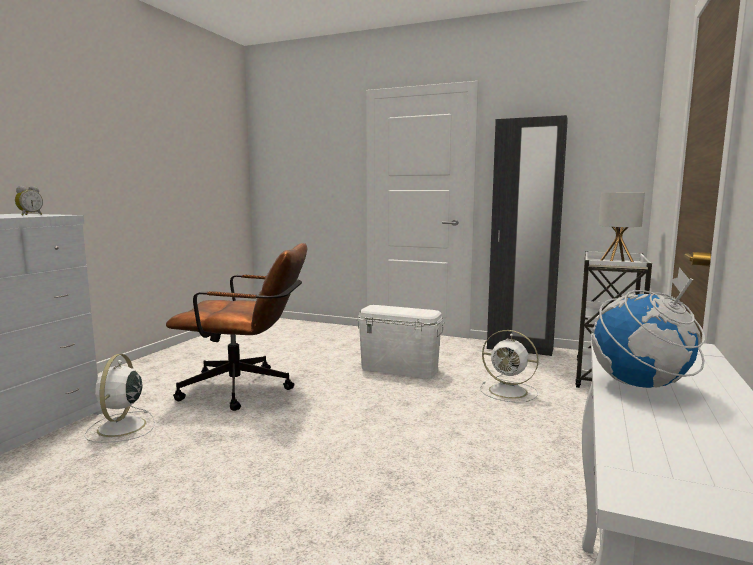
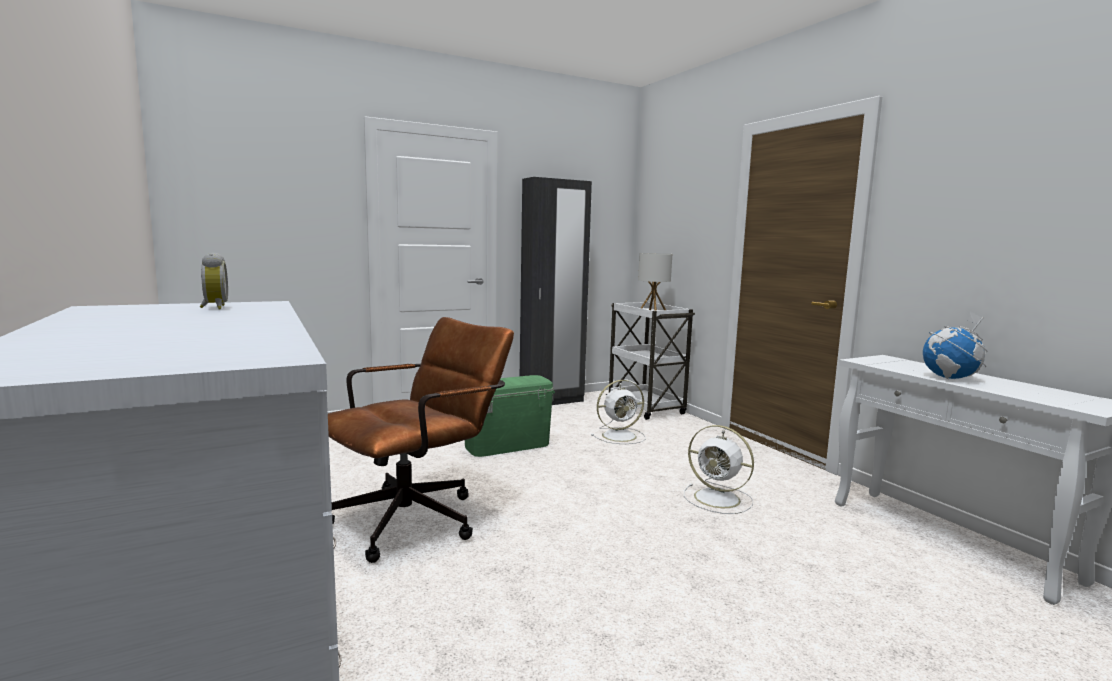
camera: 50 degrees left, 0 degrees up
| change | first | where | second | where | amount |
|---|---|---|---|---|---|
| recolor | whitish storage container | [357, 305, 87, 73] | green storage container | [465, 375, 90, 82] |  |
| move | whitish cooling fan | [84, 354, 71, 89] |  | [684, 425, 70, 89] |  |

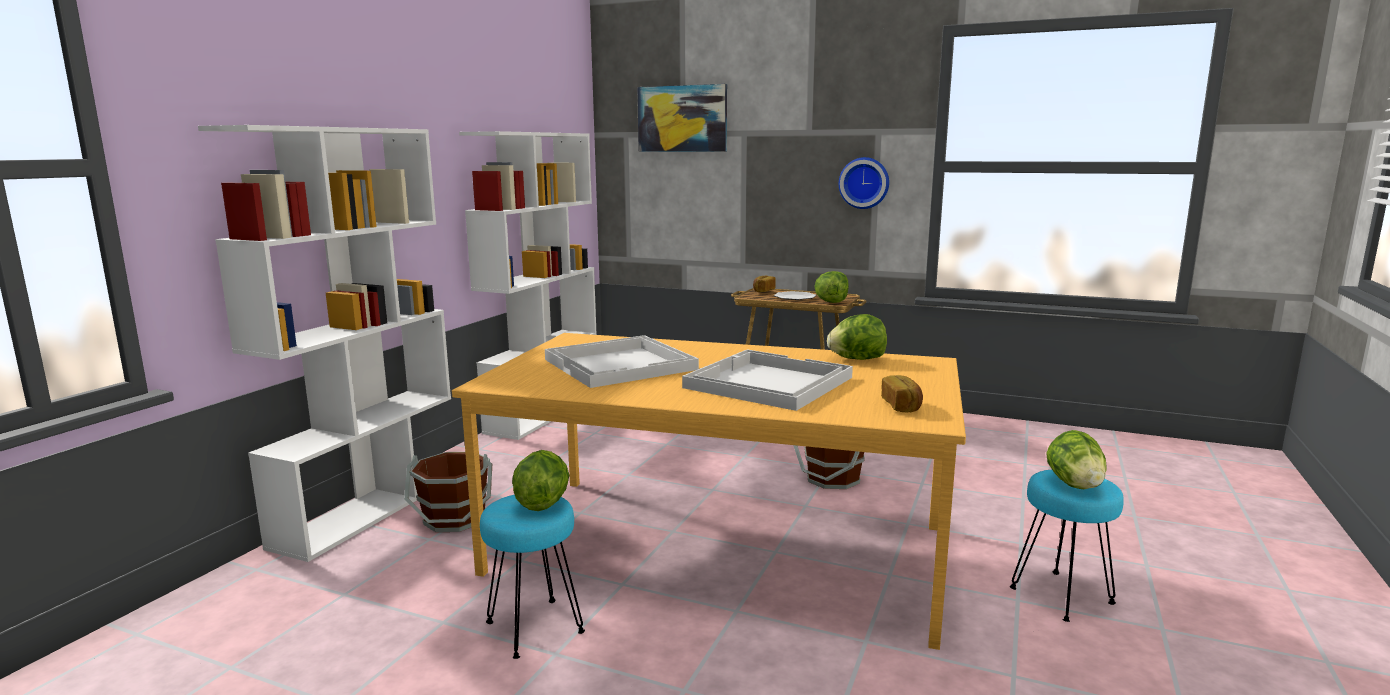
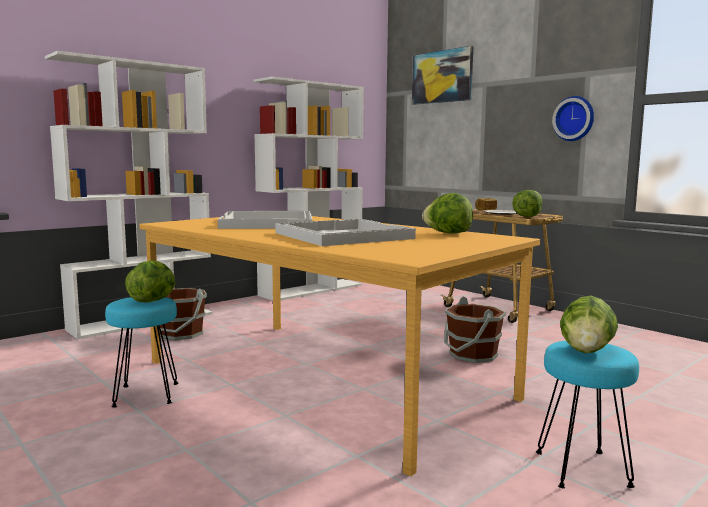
camera: 25 degrees right, 5 degrees down
| change | first | where | second | where | amount |
|---|---|---|---|---|---|
| delete | bread | [881, 375, 42, 37] |  |  |  |

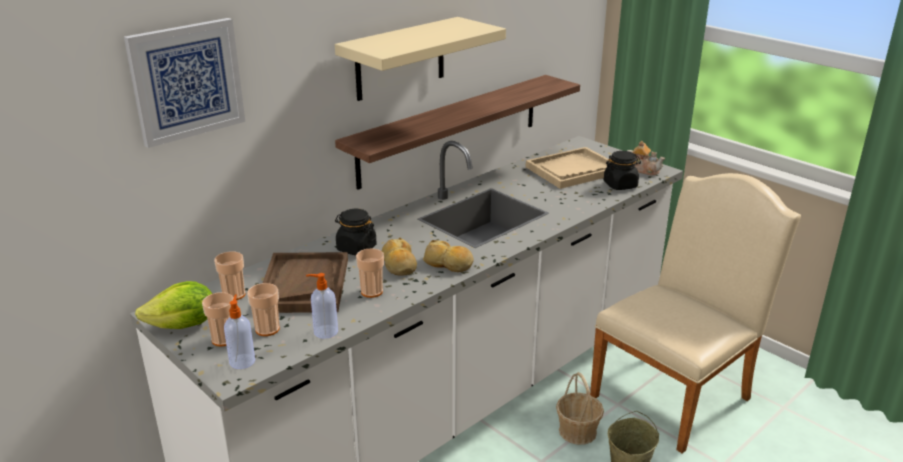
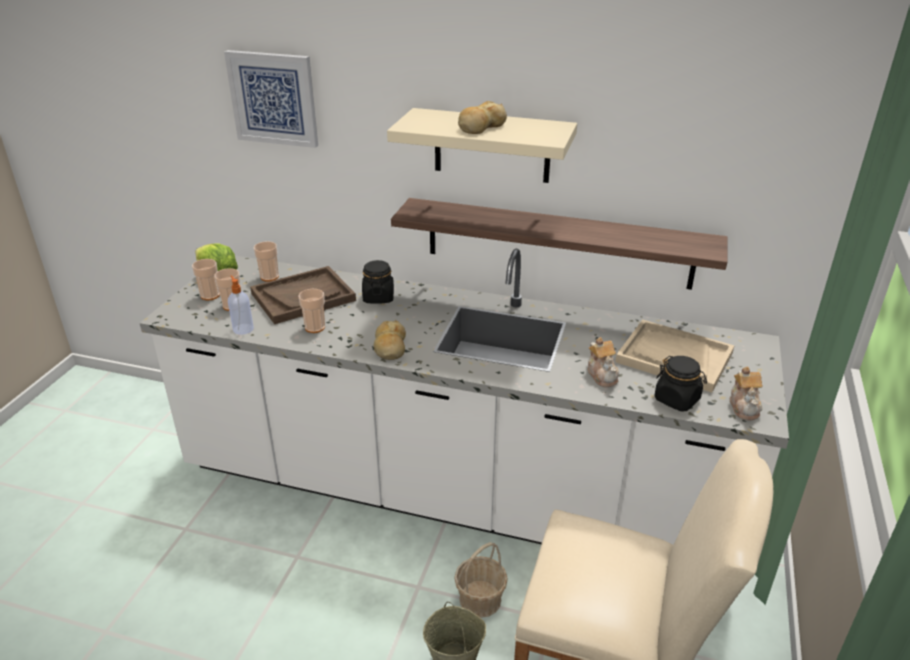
camera: 60 degrees right, 5 degrees up
| change | first | where | second | where | amount |
|---|---|---|---|---|---|
| move | bread | [382, 237, 35, 39] |  | [458, 100, 49, 34] |  |
| insert |  |  | pot for tea | [587, 337, 33, 50] |  |
| delete | soap dispenser | [224, 294, 31, 75] |  |  |  |

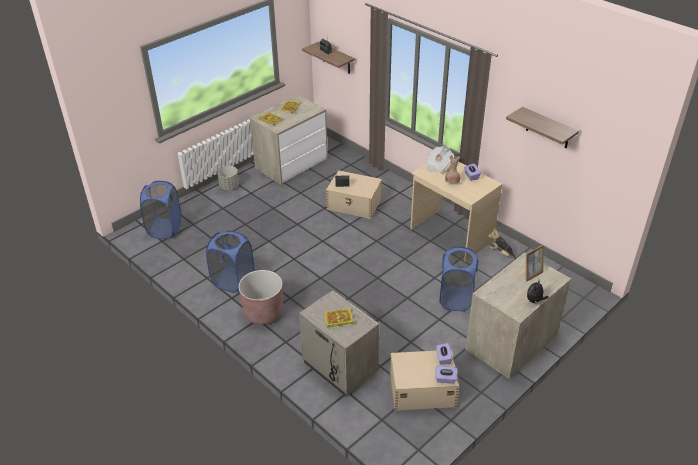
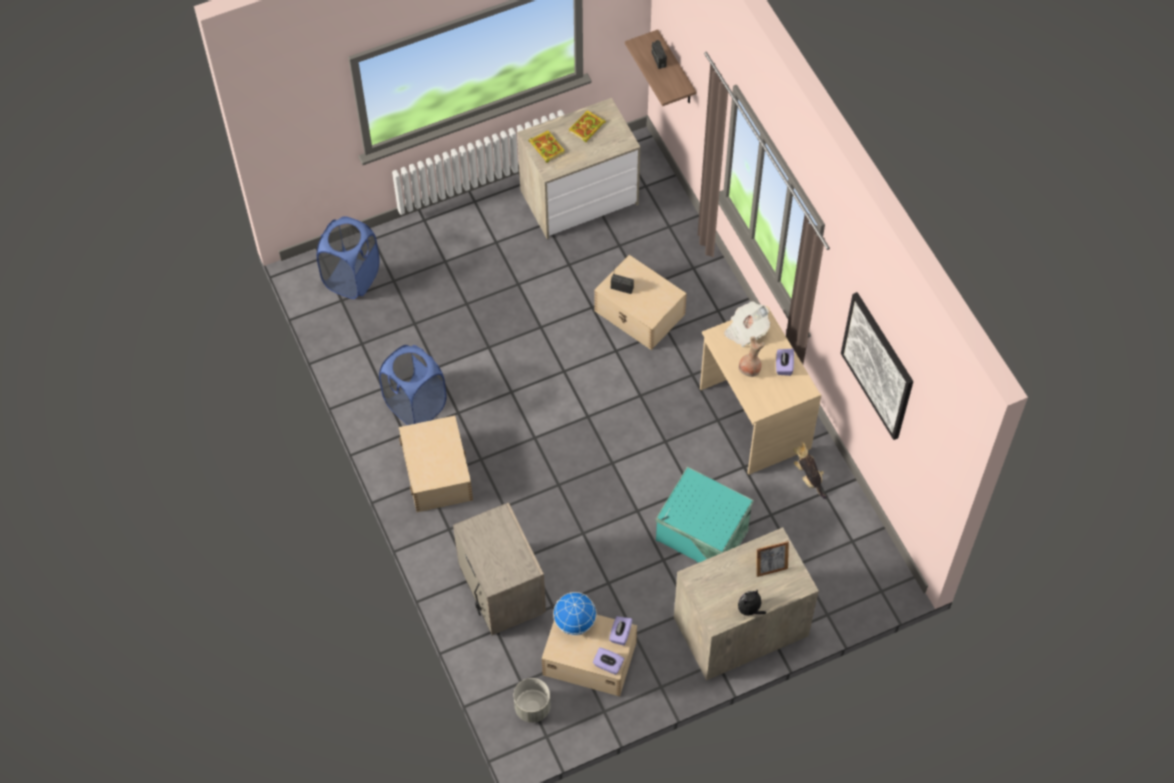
camera: 20 degrees right, 20 degrees up
| change | first | where | second | where | amount |
|---|---|---|---|---|---|
| replace | brownish flower pot | [238, 270, 45, 54] | beige-coloured storage container | [399, 416, 74, 96] |  |
| move | gray flower pot | [217, 166, 22, 24] |  | [514, 678, 37, 45] |  |
| insert |  |  | desk globe | [553, 592, 44, 44] |  |
| replace | bluish laundry basket | [439, 246, 39, 65] | blue-green storage container | [656, 467, 98, 95] |  |
| replace | bracket shelf | [506, 107, 73, 41] | wall art | [841, 292, 72, 148] |  |
| delete | bound book | [324, 308, 30, 19] |  |  |  |

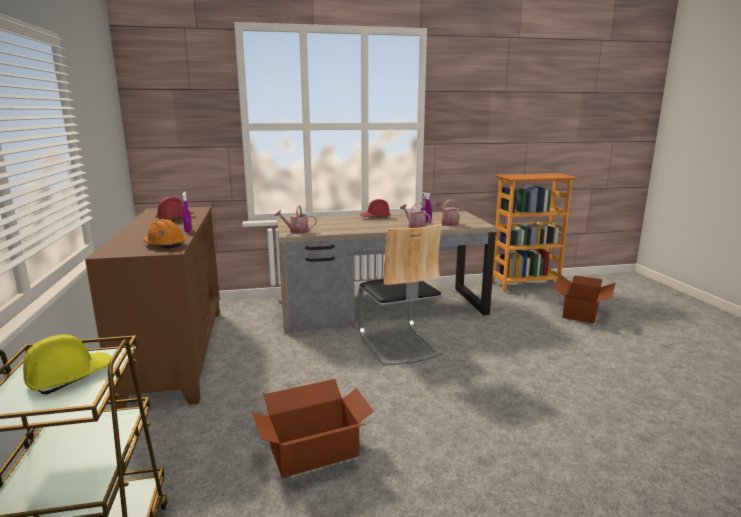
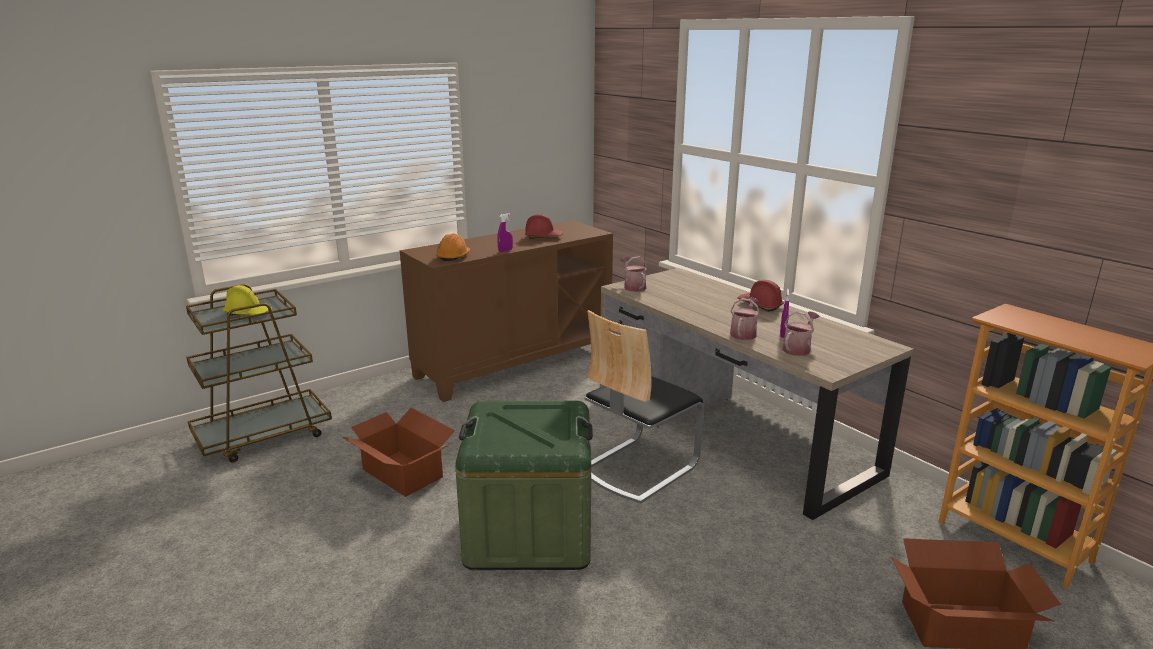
camera: 65 degrees right, 5 degrees up
| change | first | where | second | where | amount |
|---|---|---|---|---|---|
| insert |  |  | green storage container | [455, 401, 138, 169] |  |

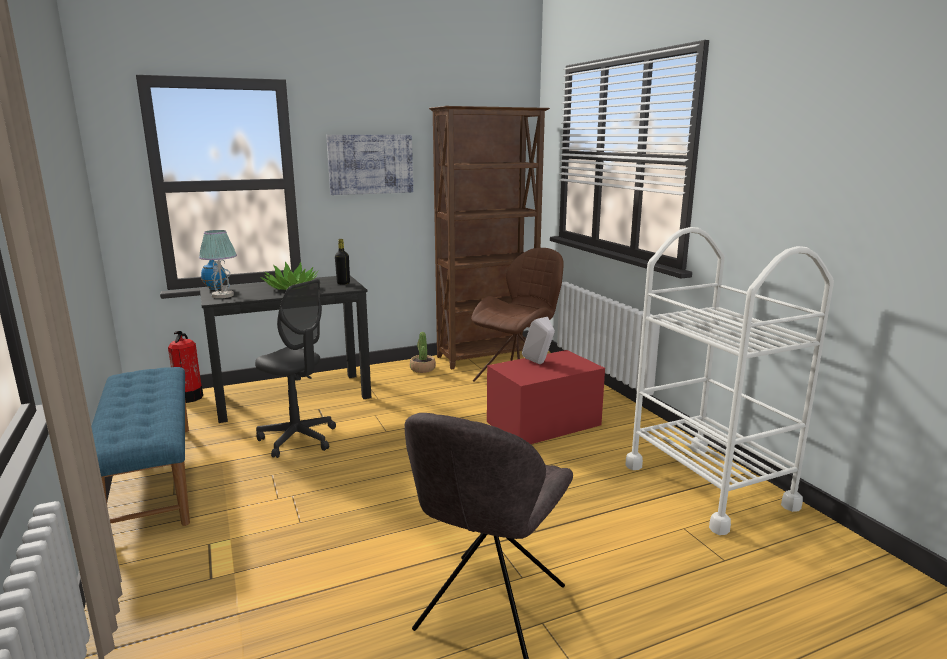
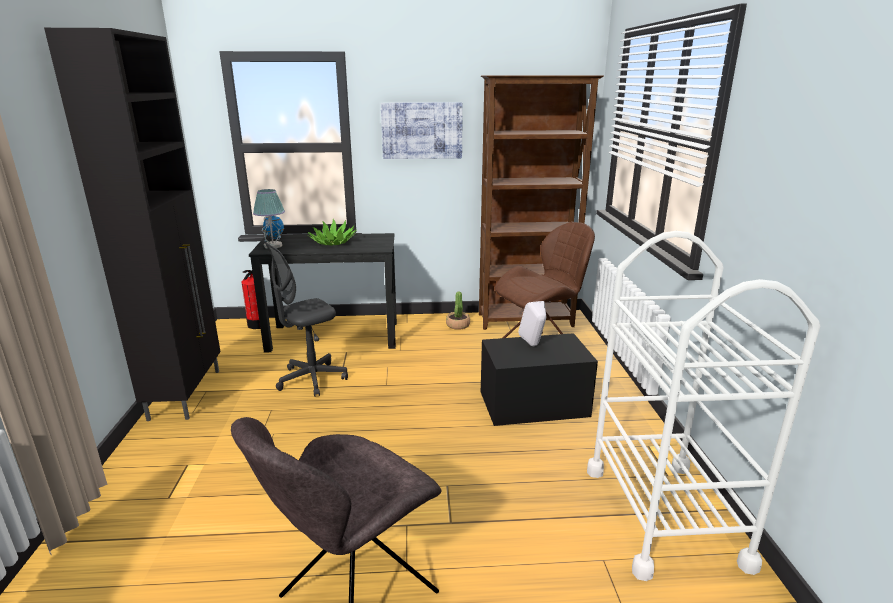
camera: 20 degrees right, 5 degrees up
| change | first | where | second | where | amount |
|---|---|---|---|---|---|
| replace | bluish indoor bench | [91, 367, 99, 159] | blackish cabinet | [44, 28, 177, 393] |  |
| rotate | gray computer chair | [255, 279, 81, 179] |  | [265, 242, 83, 155] | 90 degrees clockwise |
| recolor | red storage container | [487, 350, 118, 94] | blackish storage container | [481, 333, 117, 93] |  |
| delete | blackish bottle | [335, 239, 15, 45] |  |  |  |

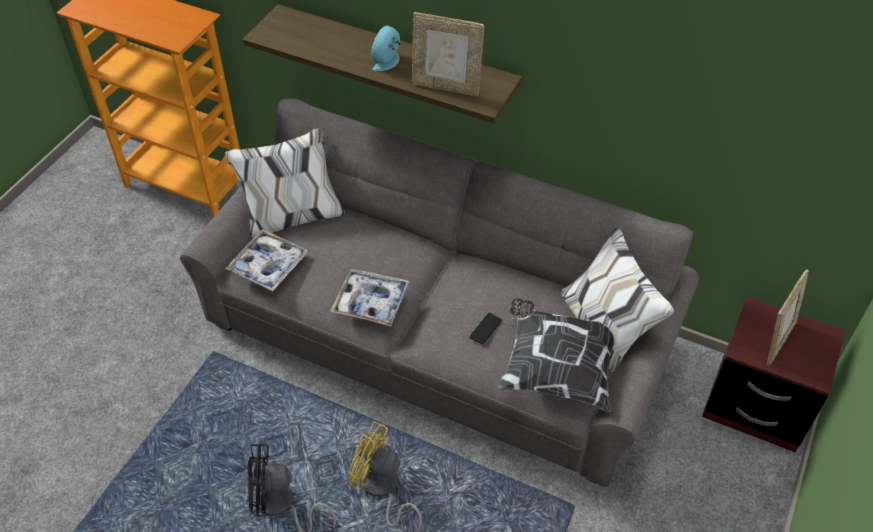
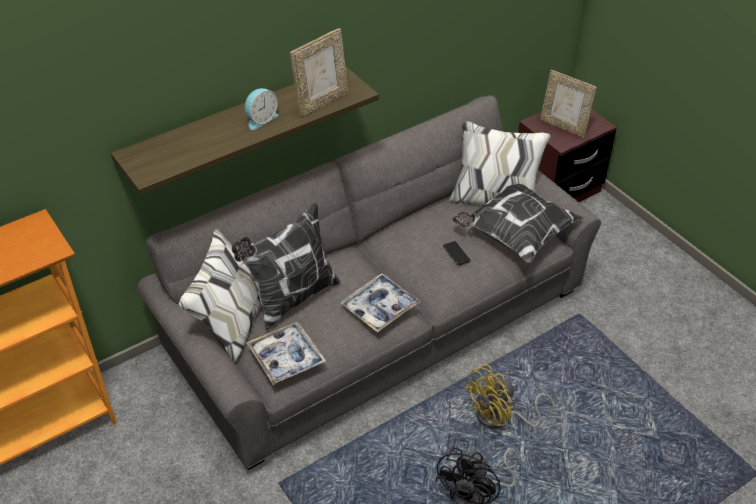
camera: 60 degrees left, 5 degrees down
| change | first | where | second | where | amount |
|---|---|---|---|---|---|
| insert |  |  | throw pillow | [232, 202, 108, 128] |  |
| rotate | table clock | [371, 25, 29, 46] |  | [245, 88, 33, 42] | 105 degrees counterclockwise |
| rotate | picture frame | [767, 270, 42, 95] |  | [540, 70, 57, 68] | 150 degrees clockwise |

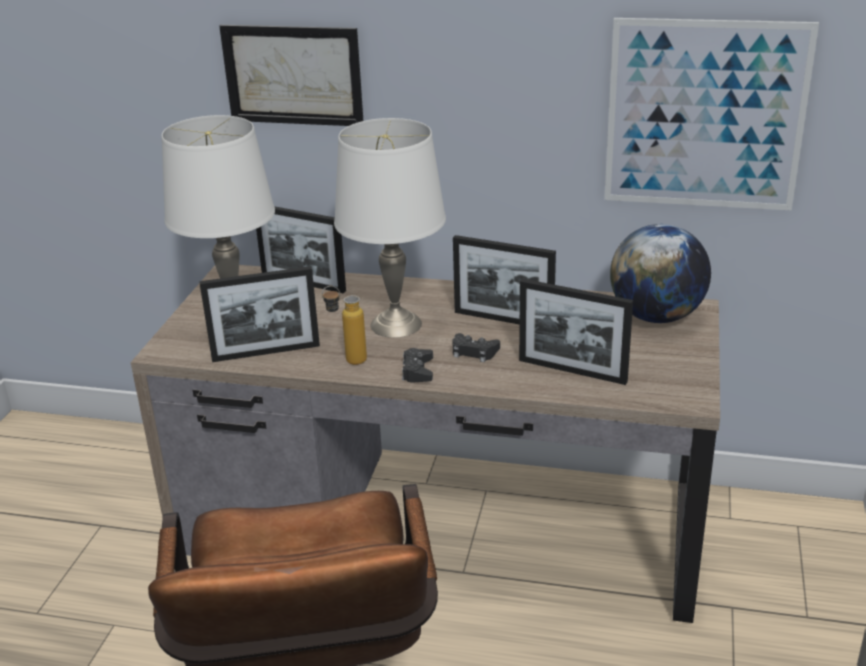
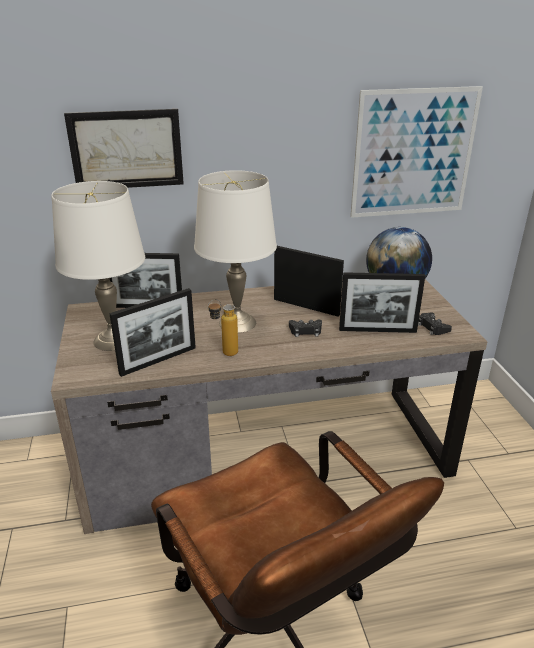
camera: 25 degrees left, 0 degrees up
| change | first | where | second | where | amount |
|---|---|---|---|---|---|
| rotate | picture frame | [453, 235, 103, 90] |  | [274, 246, 70, 70] | 150 degrees counterclockwise |
| move | blackish game controller | [402, 348, 31, 34] |  | [418, 312, 34, 23] |  |

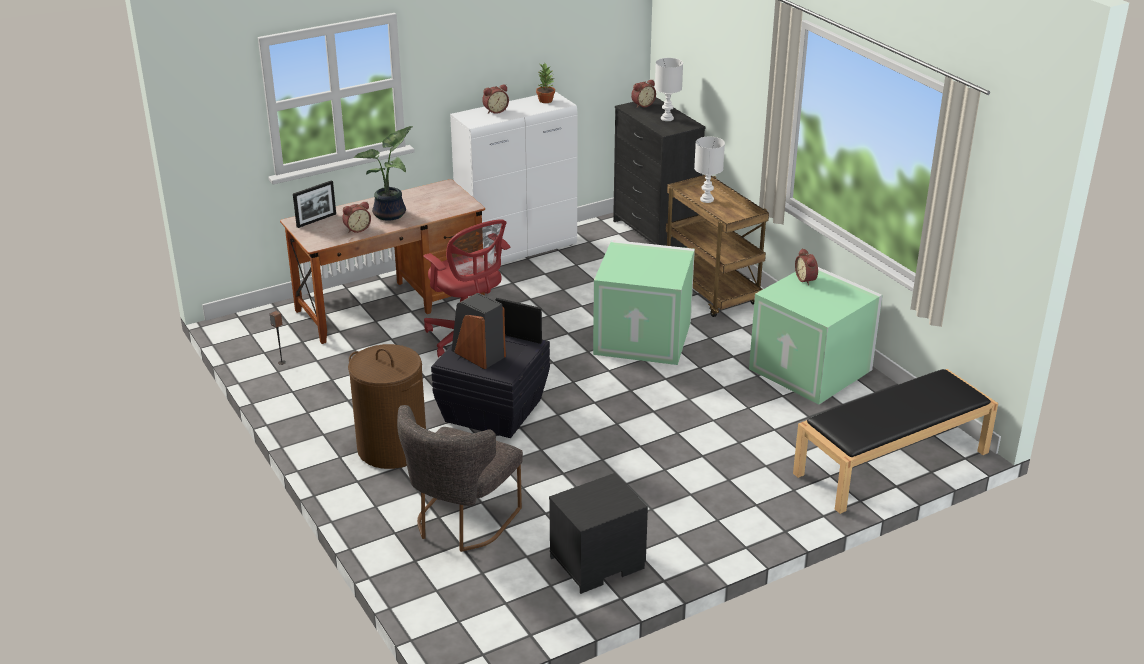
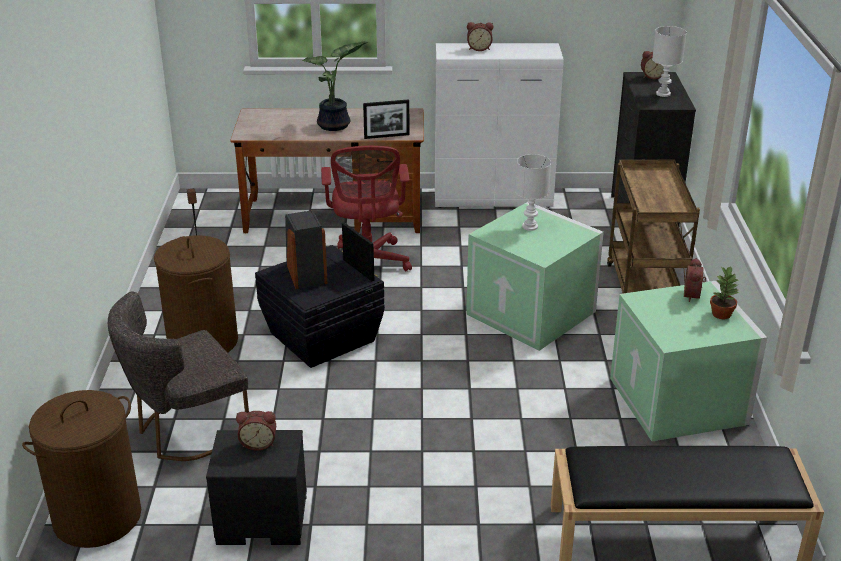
camera: 30 degrees right, 0 degrees up
| change | first | where | second | where | amount |
|---|---|---|---|---|---|
| insert |  |  | brownish laundry basket | [22, 390, 119, 158] |  |
| move | table clock | [342, 202, 29, 31] |  | [236, 411, 40, 39] |  |
| move | picture frame | [293, 180, 43, 48] |  | [363, 99, 46, 40] |  |
| move | whitish lamp for a table | [694, 137, 31, 66] |  | [515, 154, 36, 77] |  |
| move | houseplant | [536, 63, 19, 40] |  | [710, 266, 29, 53] |  |

